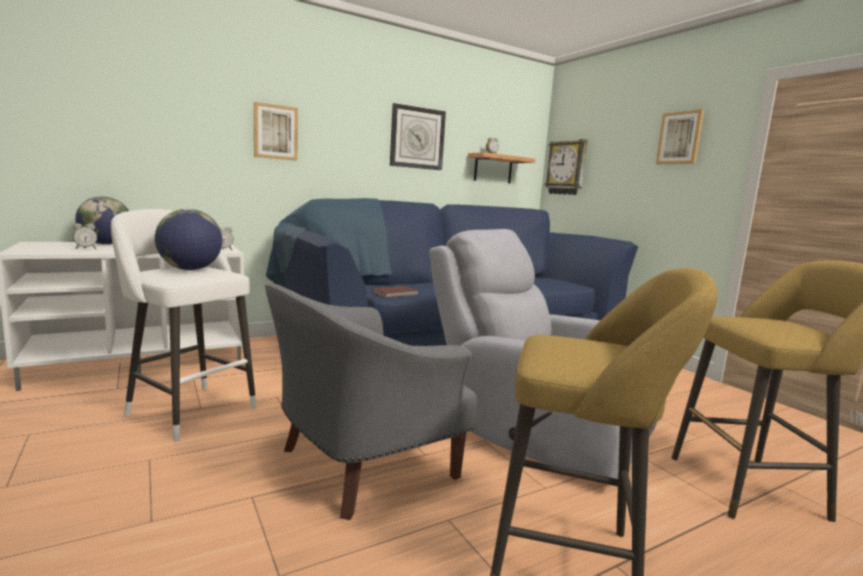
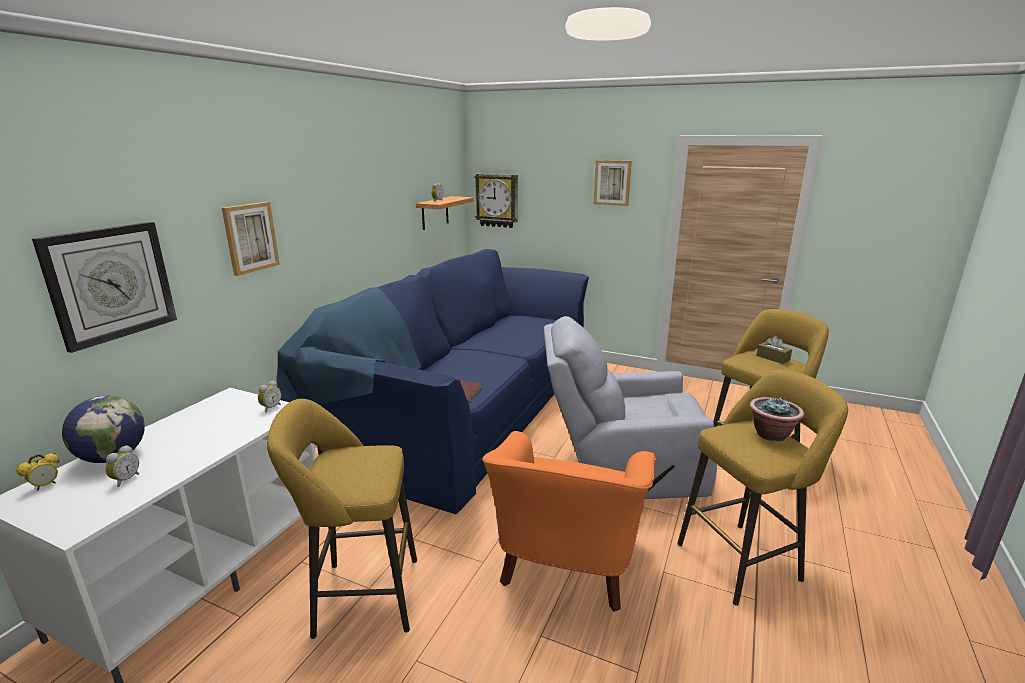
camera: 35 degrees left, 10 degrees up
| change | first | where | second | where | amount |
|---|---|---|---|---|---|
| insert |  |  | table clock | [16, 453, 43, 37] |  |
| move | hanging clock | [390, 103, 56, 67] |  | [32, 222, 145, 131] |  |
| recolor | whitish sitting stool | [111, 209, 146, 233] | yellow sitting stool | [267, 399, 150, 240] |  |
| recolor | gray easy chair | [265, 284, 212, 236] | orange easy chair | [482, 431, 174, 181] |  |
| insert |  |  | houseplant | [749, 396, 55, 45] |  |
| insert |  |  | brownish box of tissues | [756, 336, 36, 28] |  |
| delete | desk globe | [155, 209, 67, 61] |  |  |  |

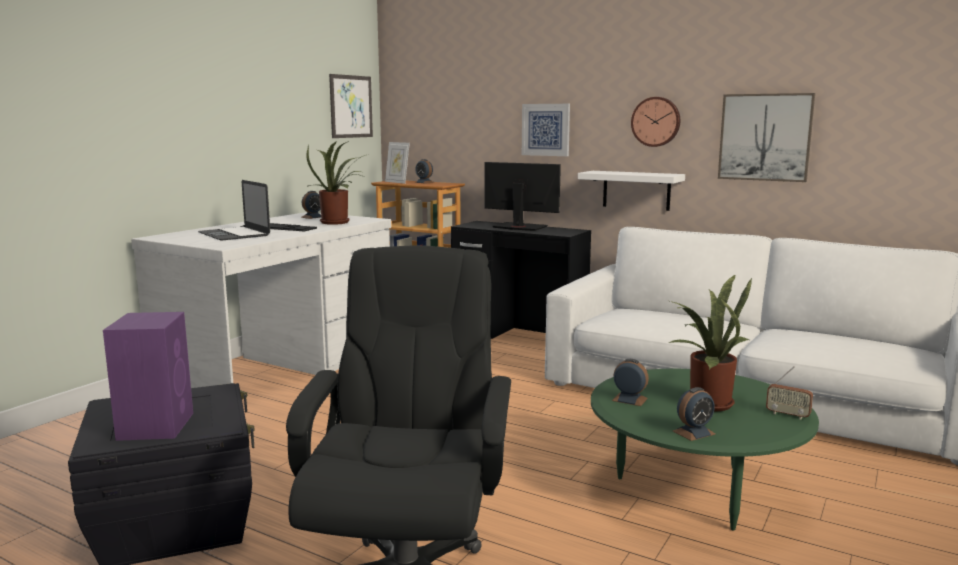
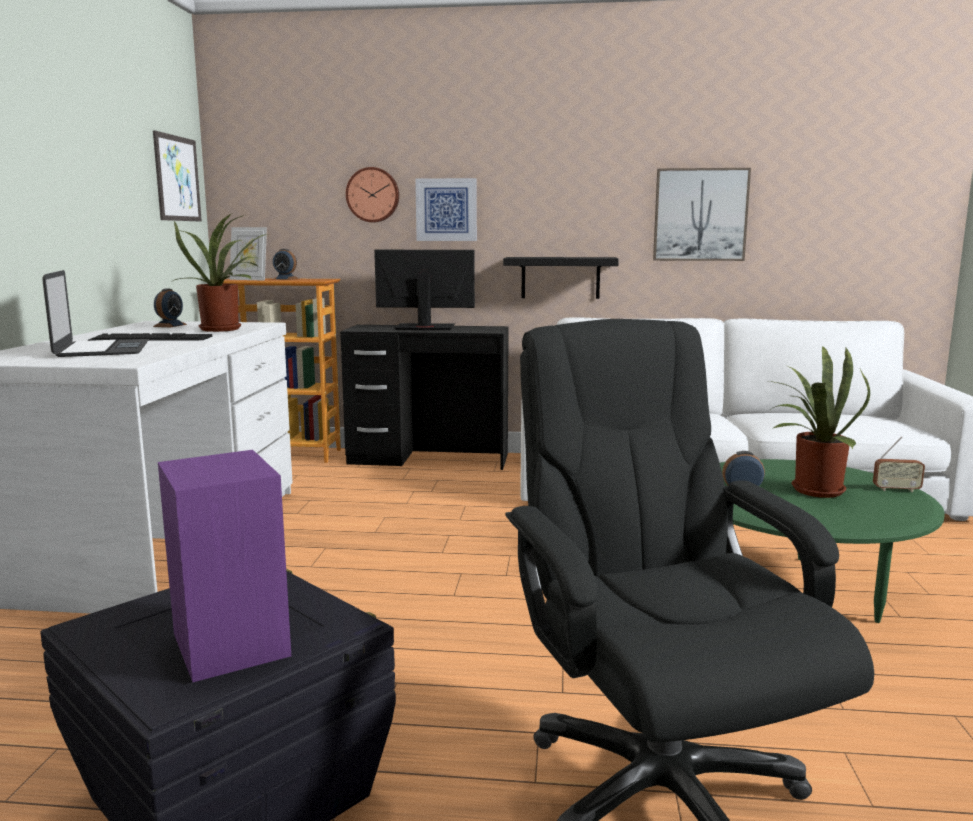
camera: 25 degrees left, 0 degrees up
| change | first | where | second | where | amount |
|---|---|---|---|---|---|
| rotate | notebook computer | [198, 180, 72, 60] |  | [42, 270, 107, 87] | 135 degrees counterclockwise |
| move | hanging clock | [631, 97, 49, 50] |  | [346, 167, 53, 55] |  |
| recolor | whitish bracket shelf | [578, 171, 107, 40] | blackish bracket shelf | [503, 257, 116, 42] |  |
| delete | table clock | [673, 387, 42, 54] |  |  |  |

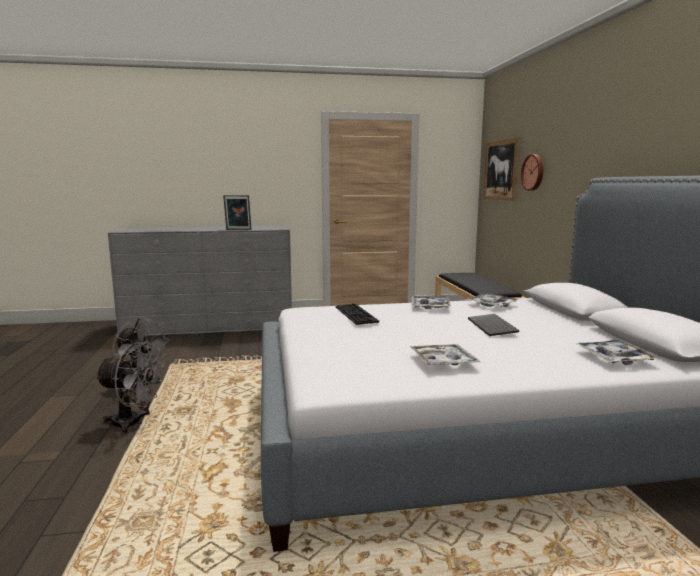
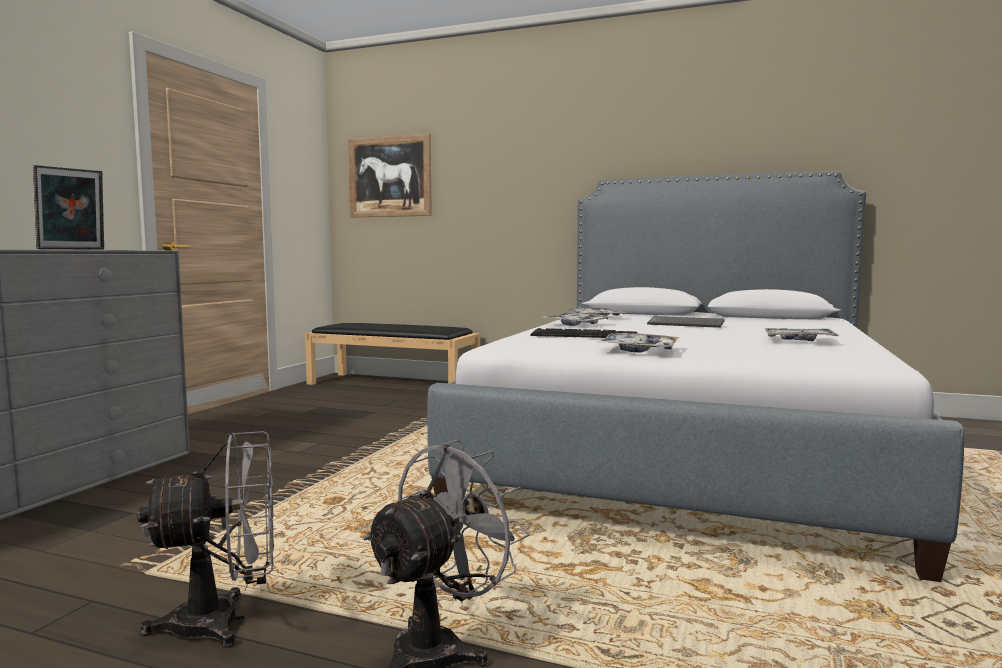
camera: 60 degrees left, 5 degrees down
| change | first | where | second | where | amount |
|---|---|---|---|---|---|
| move | carrying tray | [575, 340, 83, 25] |  | [598, 333, 81, 19] |  |
| delete | hanging clock | [521, 154, 22, 37] |  |  |  |

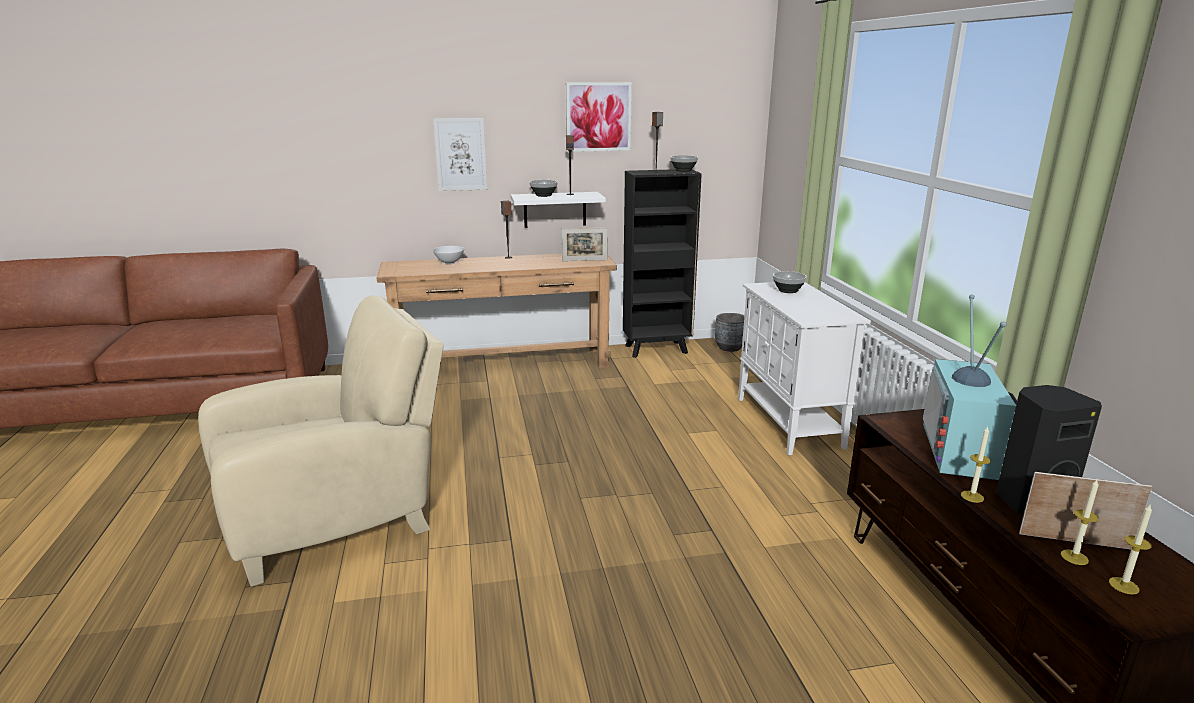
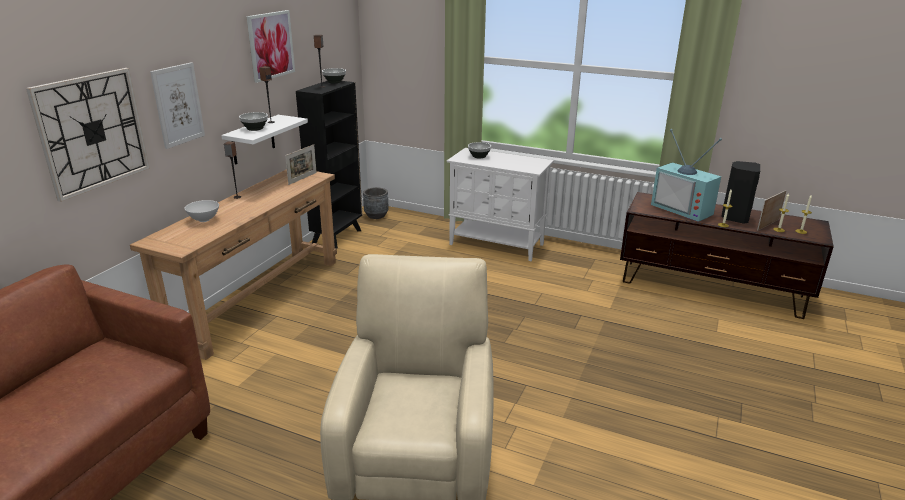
camera: 55 degrees left, 5 degrees up
| change | first | where | second | where | amount |
|---|---|---|---|---|---|
| insert |  |  | hanging clock | [26, 68, 124, 134] |  |

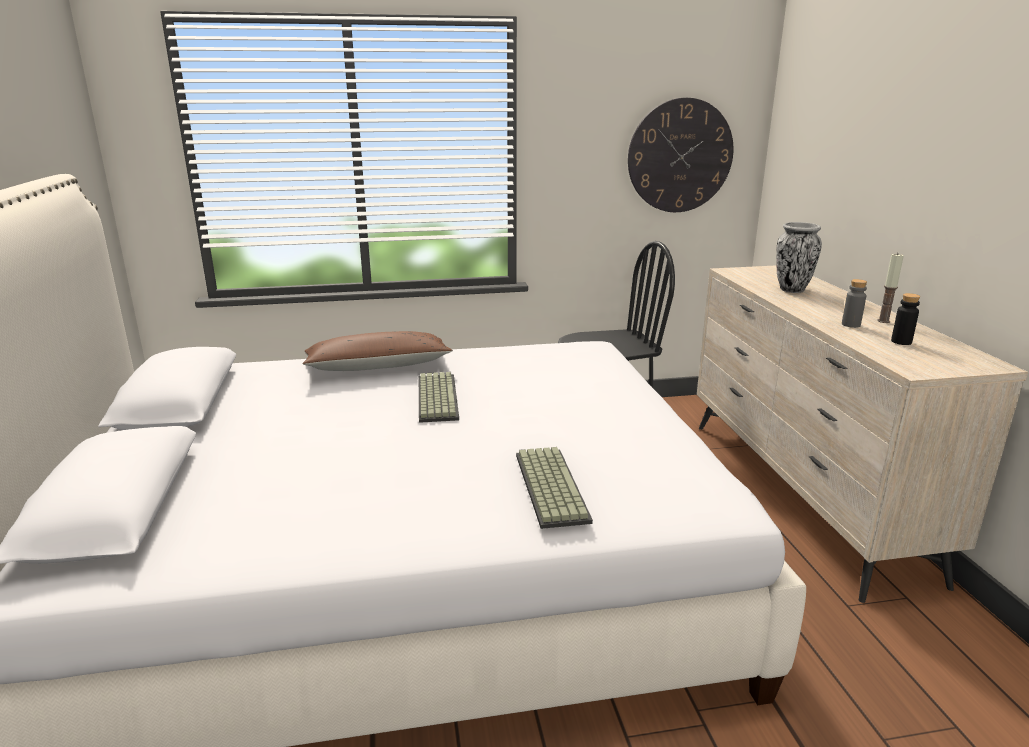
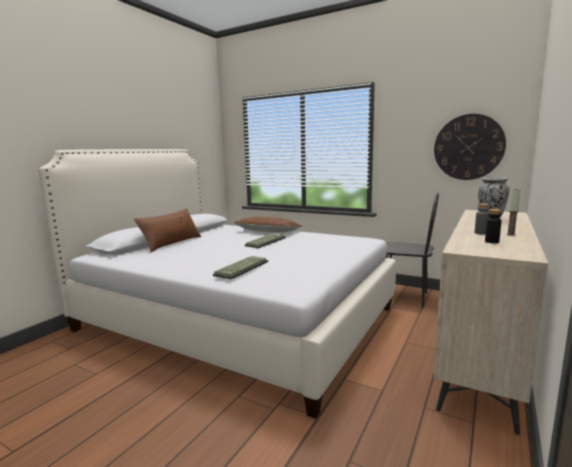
camera: 40 degrees right, 10 degrees down
| change | first | where | second | where | amount |
|---|---|---|---|---|---|
| insert |  |  | brownish throw pillow | [134, 208, 67, 44] |  |

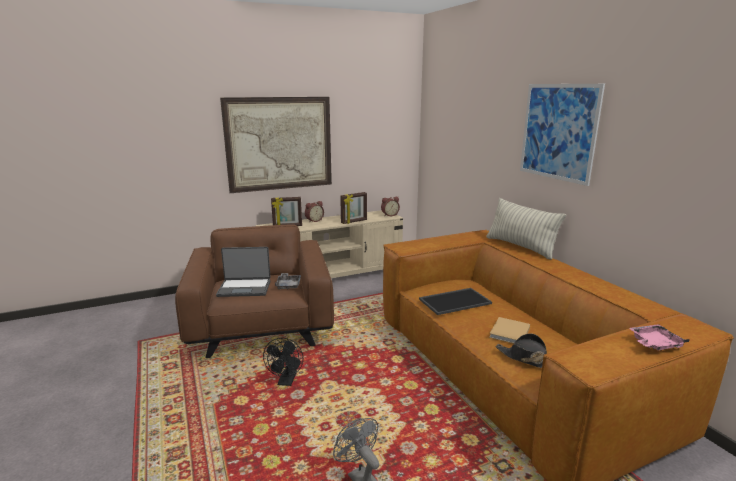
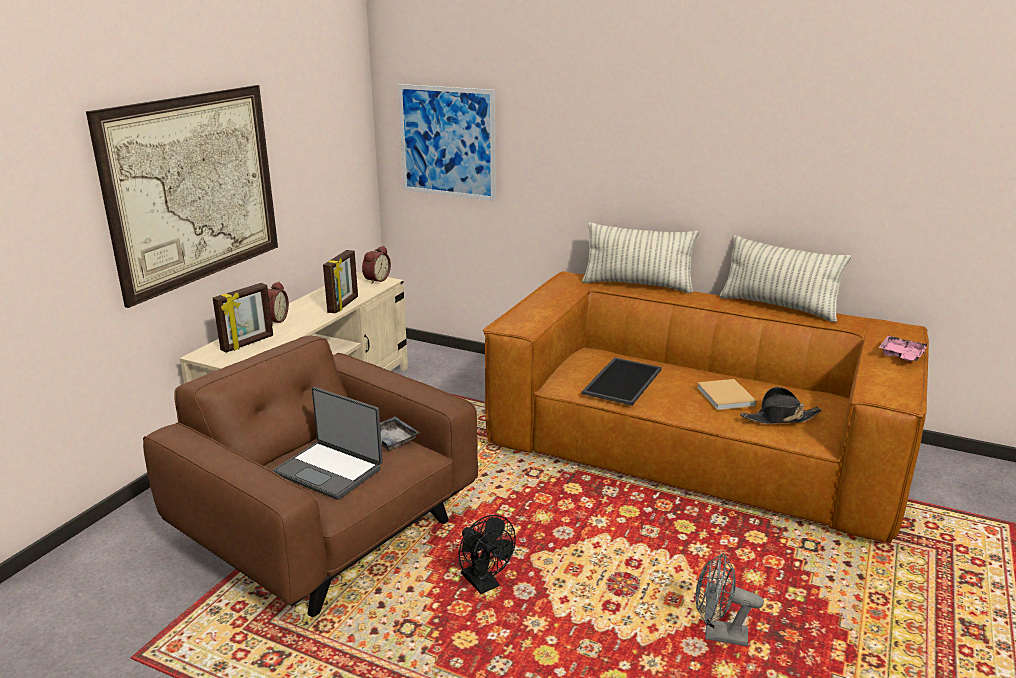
camera: 40 degrees left, 5 degrees up
| change | first | where | second | where | amount |
|---|---|---|---|---|---|
| rotate | notebook computer | [216, 247, 55, 50] |  | [273, 387, 110, 113] | 75 degrees clockwise |
| move | wall art | [520, 84, 85, 102] |  | [398, 84, 98, 117] |  |
| insert |  |  | throw pillow | [720, 235, 132, 87] |  |

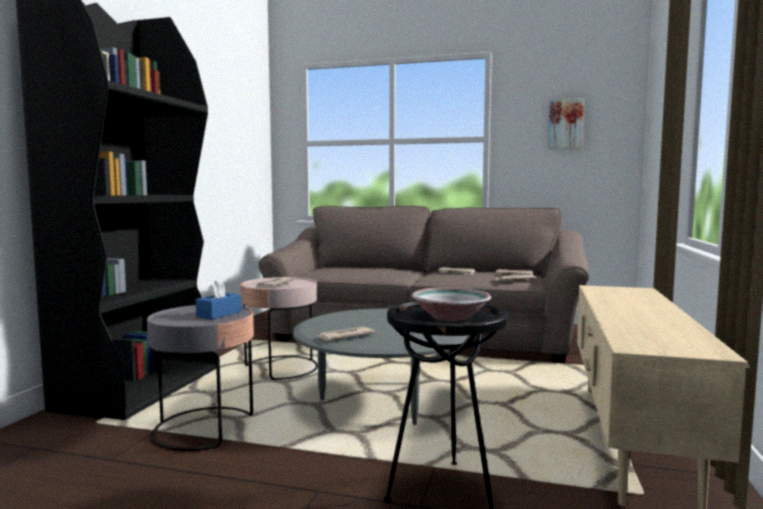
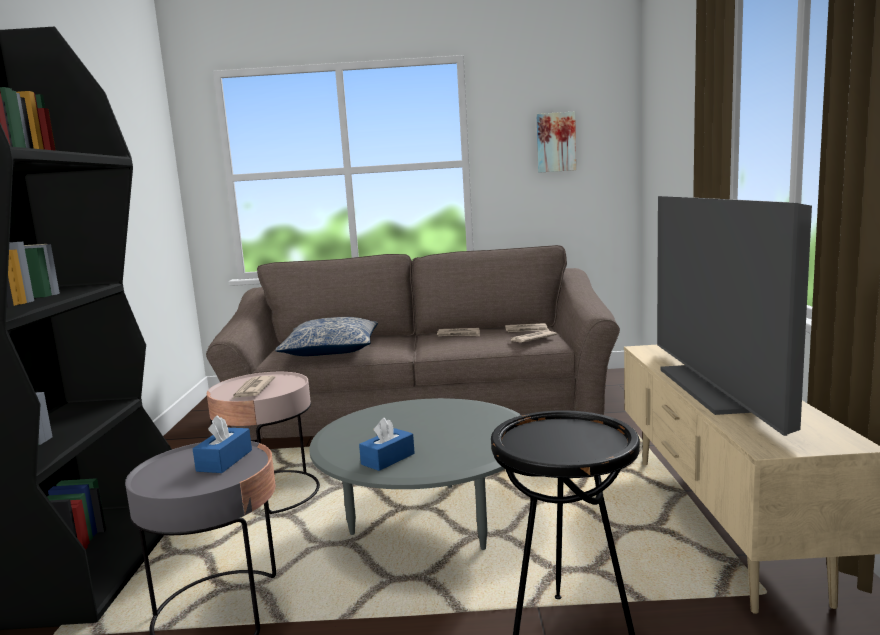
camera: 15 degrees left, 5 degrees up
| change | first | where | second | where | amount |
|---|---|---|---|---|---|
| insert |  |  | throw pillow | [275, 317, 103, 39] |  |
| replace | daily paper | [316, 327, 59, 14] | bluish box of tissues | [359, 418, 56, 53] |  |
| insert |  |  | television | [657, 196, 155, 240] |  |
| delete | deep dish | [411, 288, 80, 33] |  |  |  |

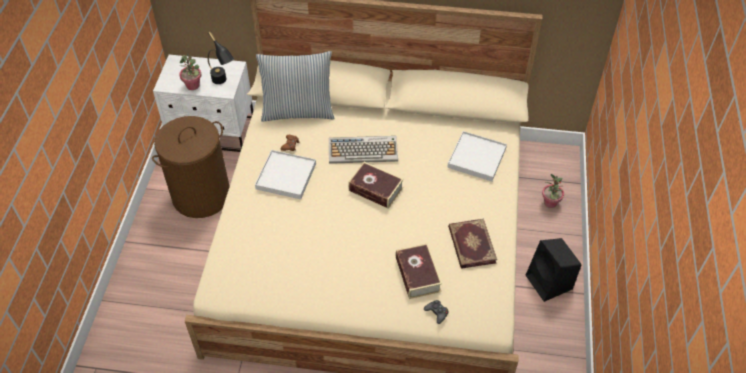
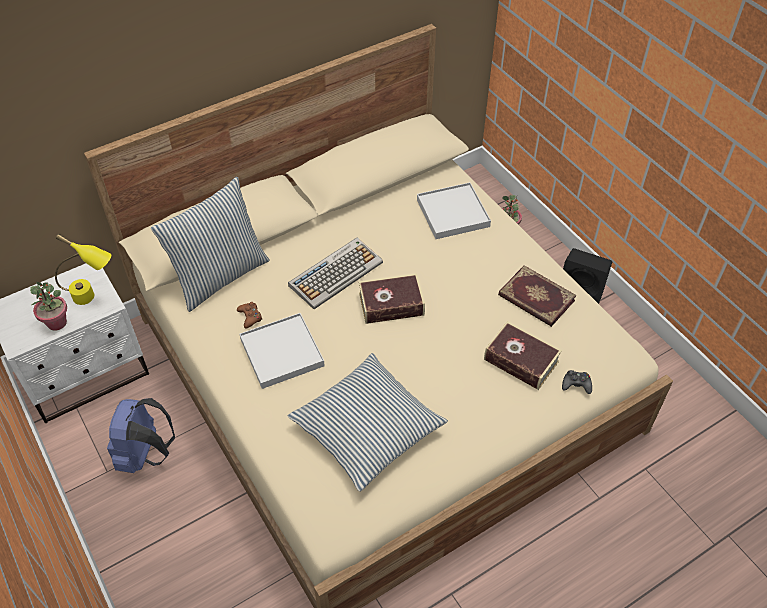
camera: 40 degrees left, 0 degrees up
| change | first | where | second | where | amount |
|---|---|---|---|---|---|
| recolor | blackish lamp for a table | [208, 31, 26, 53] | yellow lamp for a table | [55, 234, 56, 71] |  |
| replace | brownish laundry basket | [152, 116, 78, 102] | bluish knapsack | [107, 398, 68, 75] |  |
| insert |  |  | throw pillow | [288, 353, 160, 139] |  |

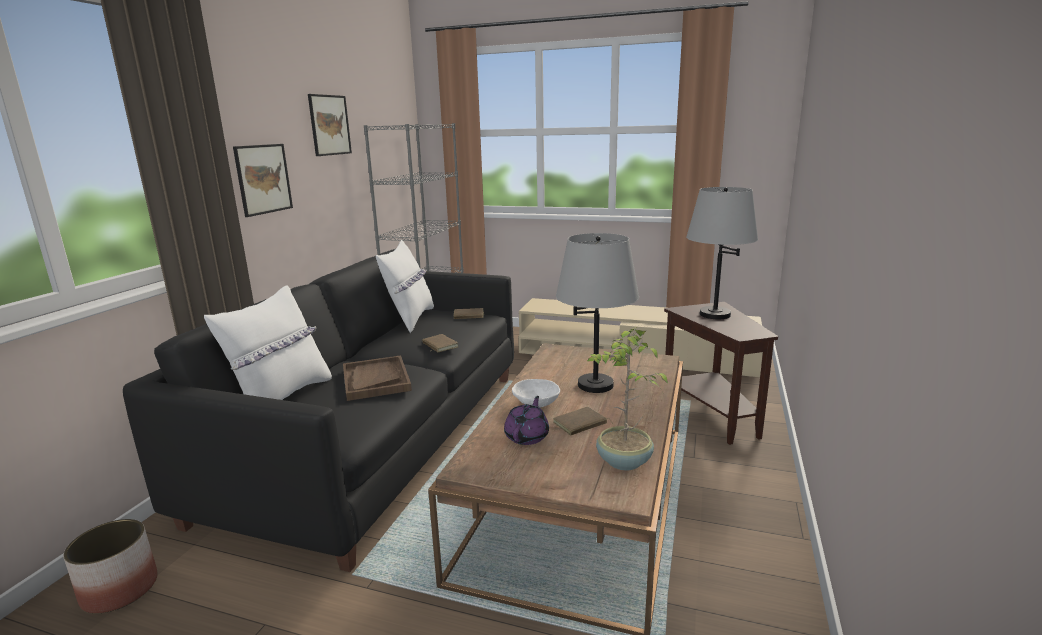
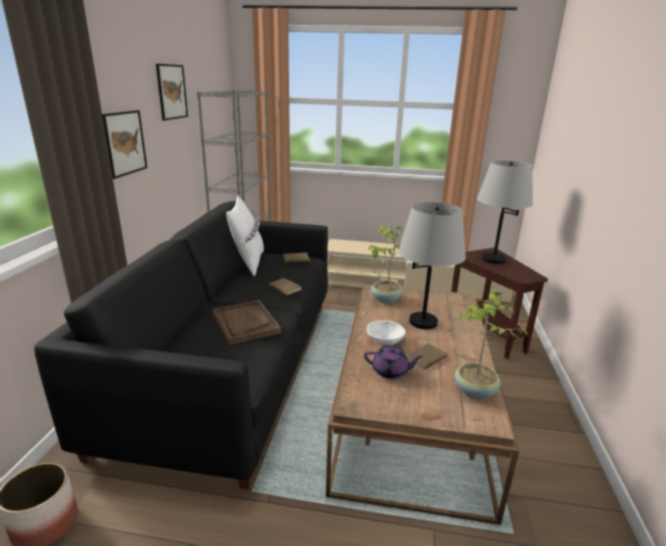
camera: 10 degrees left, 5 degrees up
| change | first | where | second | where | amount |
|---|---|---|---|---|---|
| rotate | purple pot for tea | [504, 396, 45, 49] |  | [364, 346, 59, 33] | 90 degrees clockwise |
| insert |  |  | houseplant | [369, 224, 34, 79] |  |
| delete | whitish throw pillow | [204, 285, 128, 115] |  |  |  |

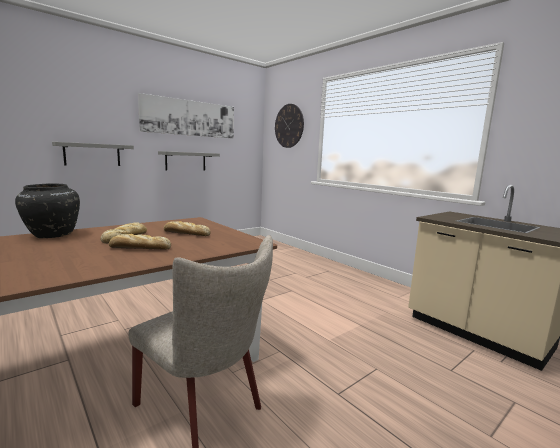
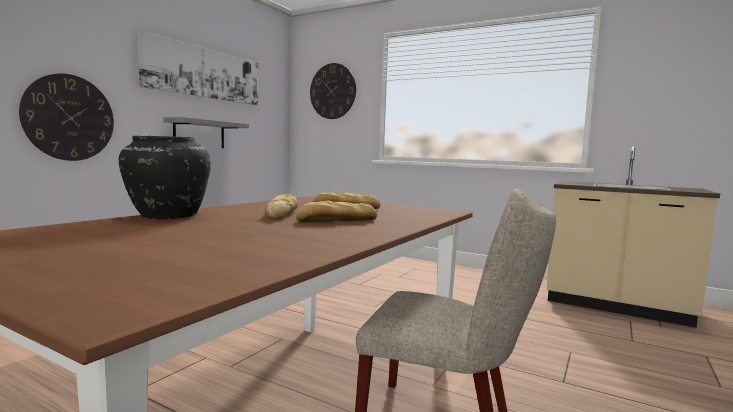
camera: 20 degrees left, 5 degrees down
| change | first | where | second | where | amount |
|---|---|---|---|---|---|
| replace | gray bracket shelf | [52, 142, 82, 24] | hanging clock | [19, 73, 95, 88] |  |

